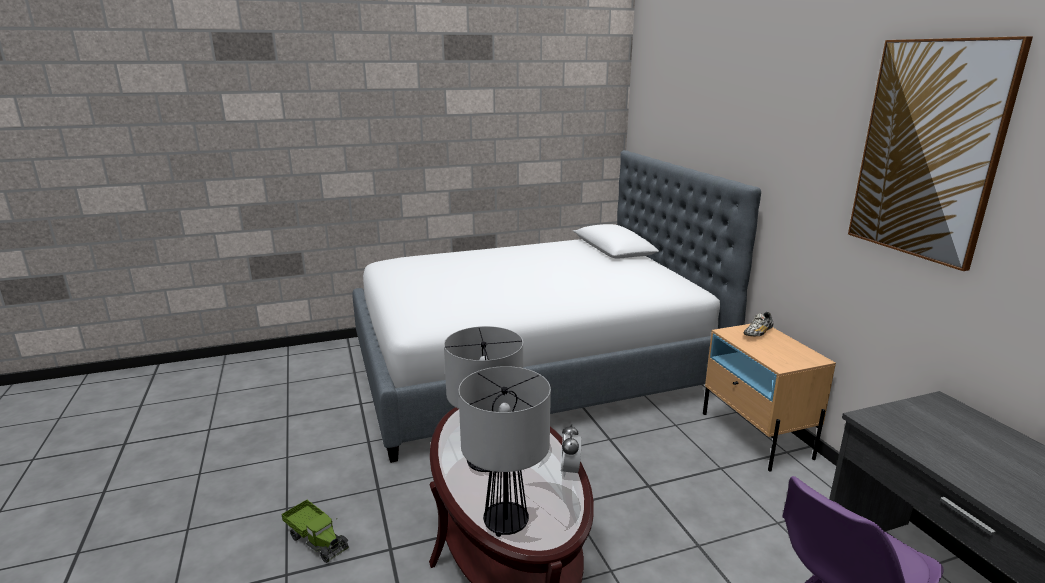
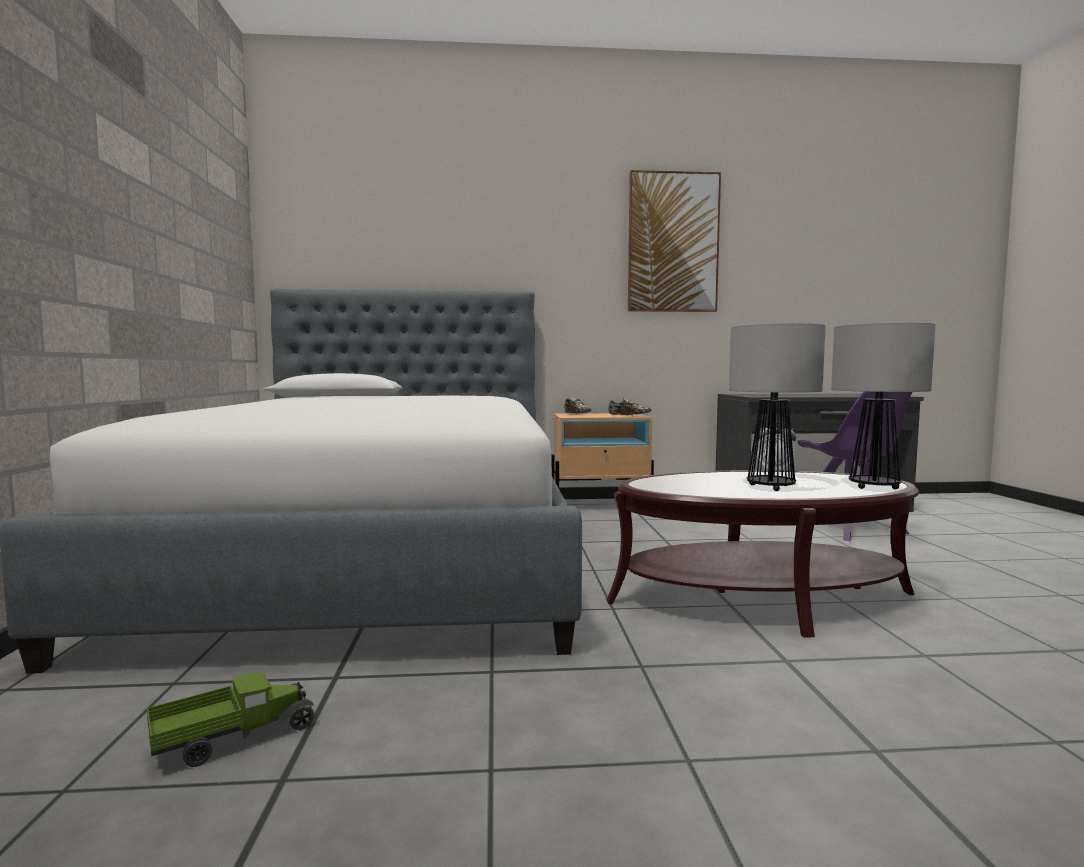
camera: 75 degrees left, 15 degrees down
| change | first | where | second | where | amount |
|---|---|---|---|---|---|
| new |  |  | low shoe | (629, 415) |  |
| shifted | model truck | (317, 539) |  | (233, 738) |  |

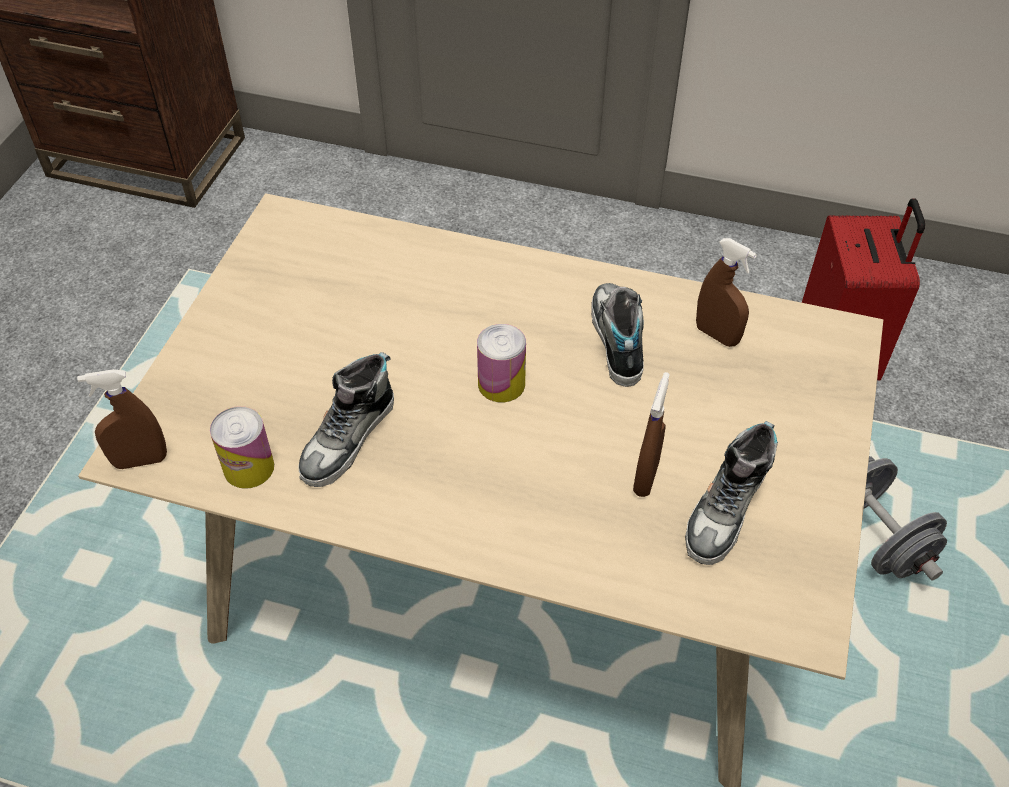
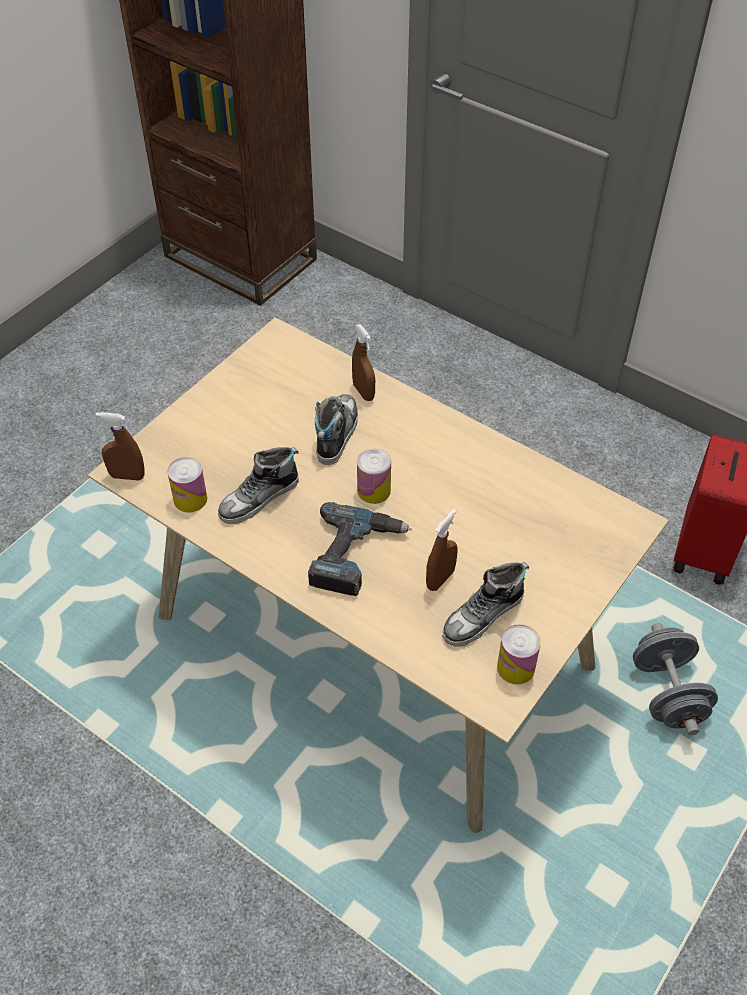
camera: 20 degrees right, 0 degrees up
| change | first | where | second | where | amount |
|---|---|---|---|---|---|
| new |  |  | drill | (355, 555) |  |
| new |  |  | can | (515, 667) |  |
| shifted | low shoe | (616, 339) |  | (336, 433) |  |
| shifted | brown hand sprayer | (716, 335) |  | (363, 392) |  |

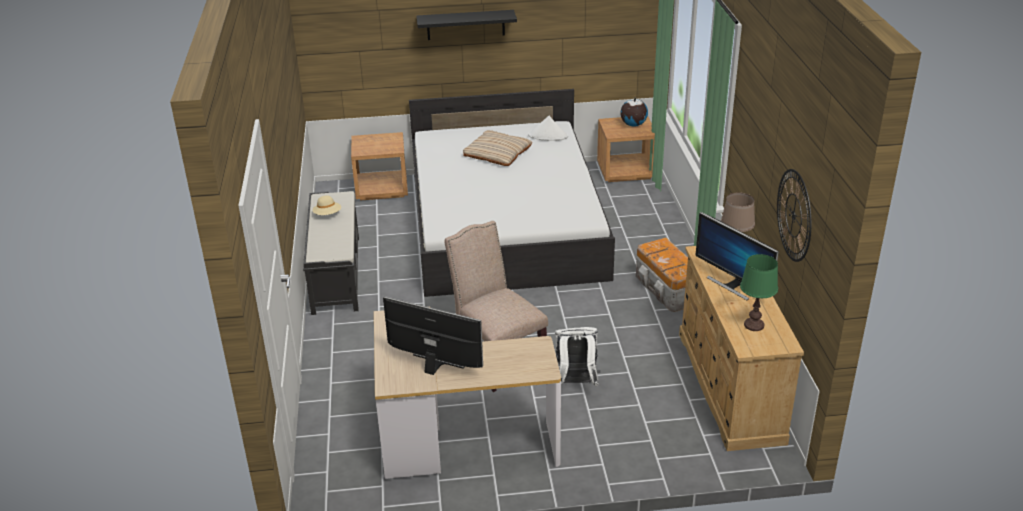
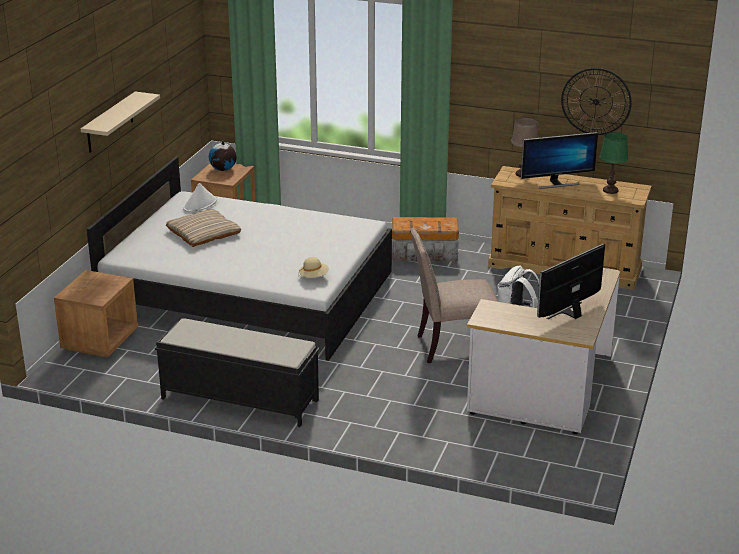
camera: 65 degrees left, 5 degrees down
| change | first | where | second | where | amount |
|---|---|---|---|---|---|
| shifted | sand-coloured clothing hat | (327, 214) |  | (314, 277) |  |
| repainted | blackish bracket shelf | (465, 25) | sand-coloured bracket shelf | (110, 123) |  |

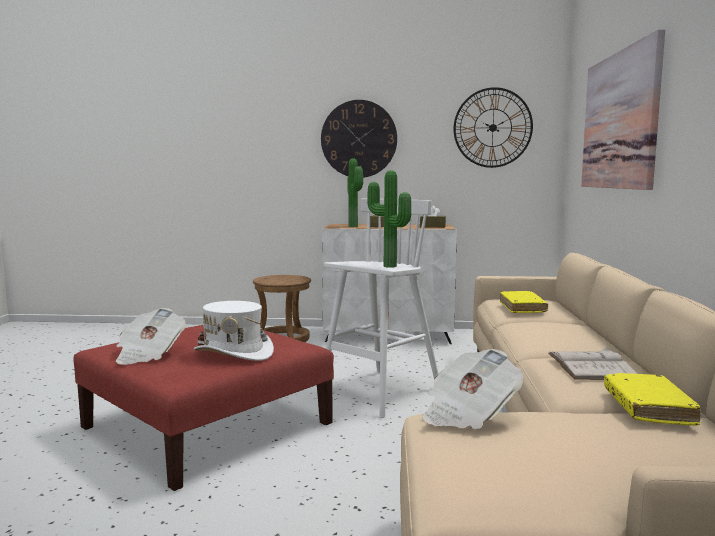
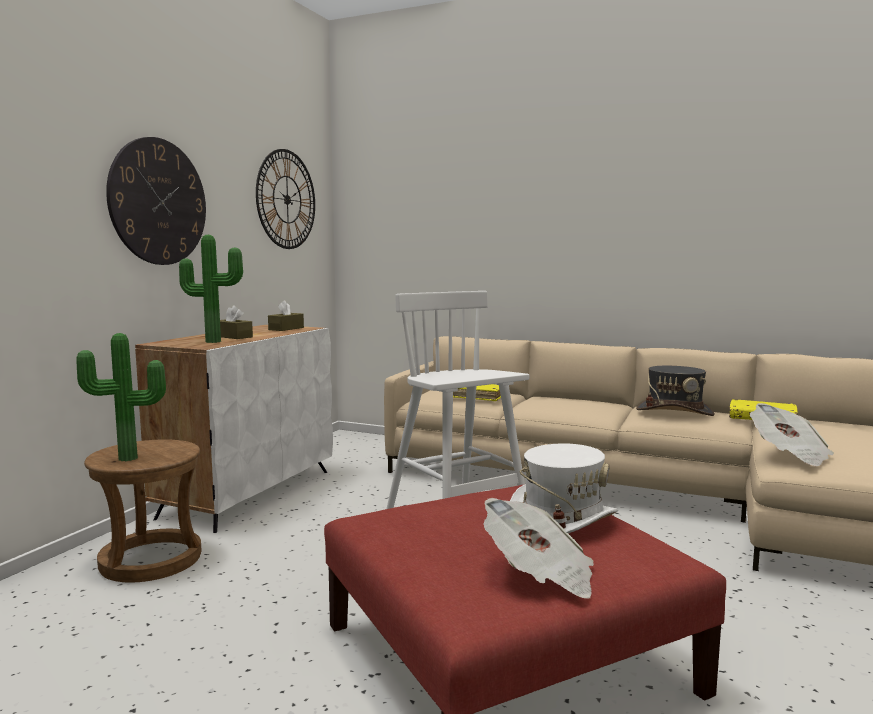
camera: 70 degrees left, 0 degrees up
| change | first | where | second | where | amount |
|---|---|---|---|---|---|
| gone | wall picture | (619, 120) |  |  |  |
| shifted | houseplant | (388, 266) |  | (128, 459) |  |
| swapped | white-coloured bound book | (591, 366) | grey clothing hat | (674, 411) |  |

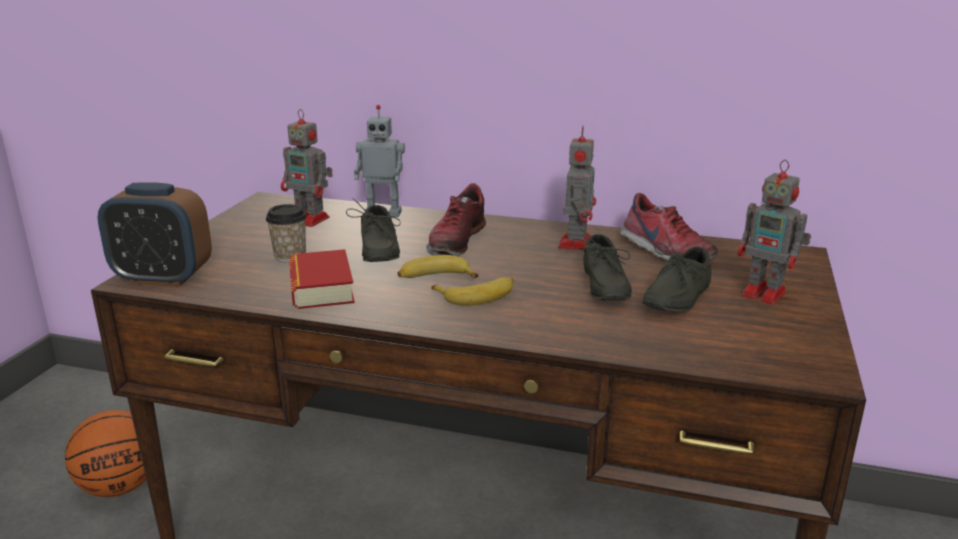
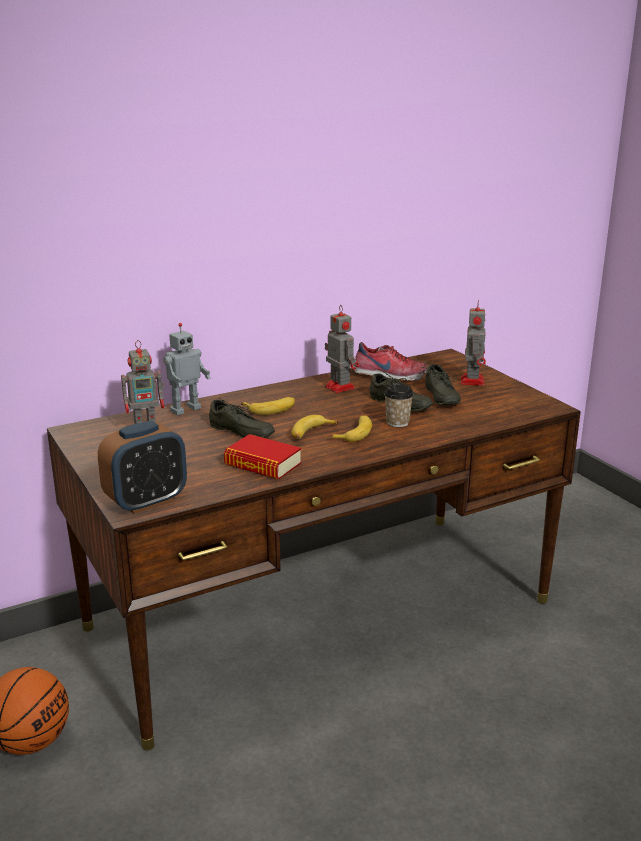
camera: 45 degrees left, 0 degrees up
| change | first | where | second | where | amount |
|---|---|---|---|---|---|
| shifted | small cup | (290, 256) |  | (397, 422) |  |
| swapped | low shoe | (456, 240) | whole banana | (271, 409) |  |
| rotated | toy robot | (766, 294) |  | (472, 381) | 75 degrees counterclockwise |

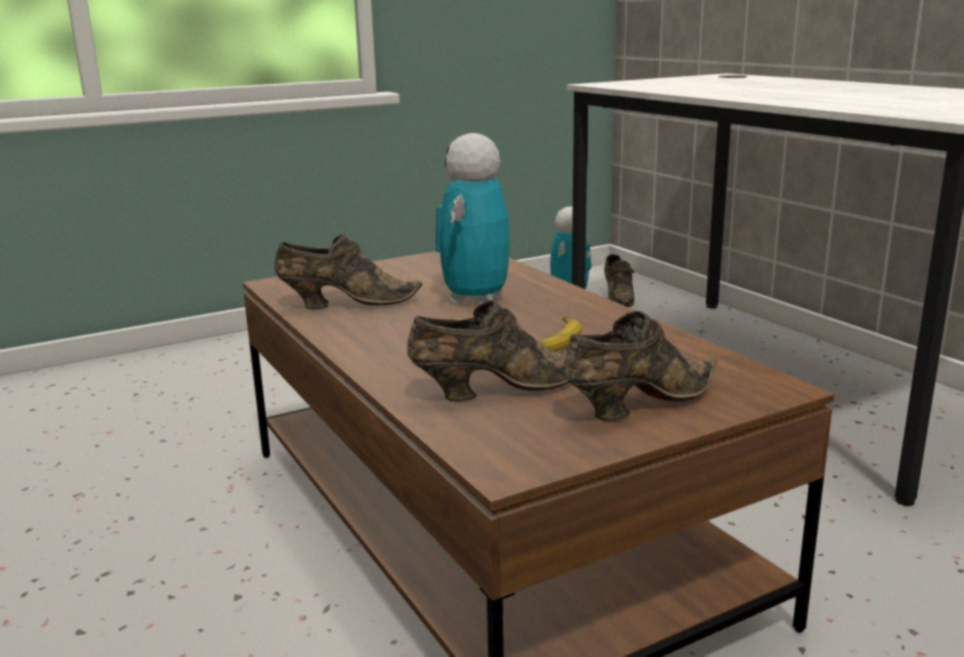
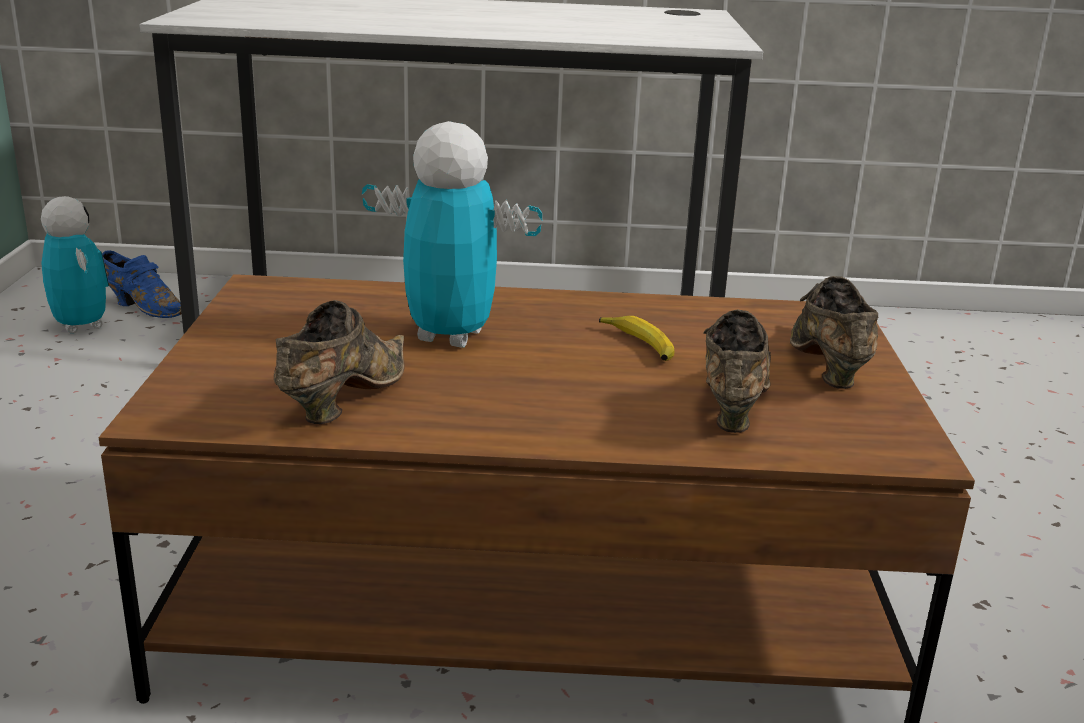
camera: 60 degrees left, 5 degrees up
| change | first | where | second | where | amount |
|---|---|---|---|---|---|
| repainted | brown low shoe | (618, 298) | bluish low shoe | (143, 307) |  |
| rotated | toy robot | (475, 300) |  | (449, 336) | 150 degrees clockwise |

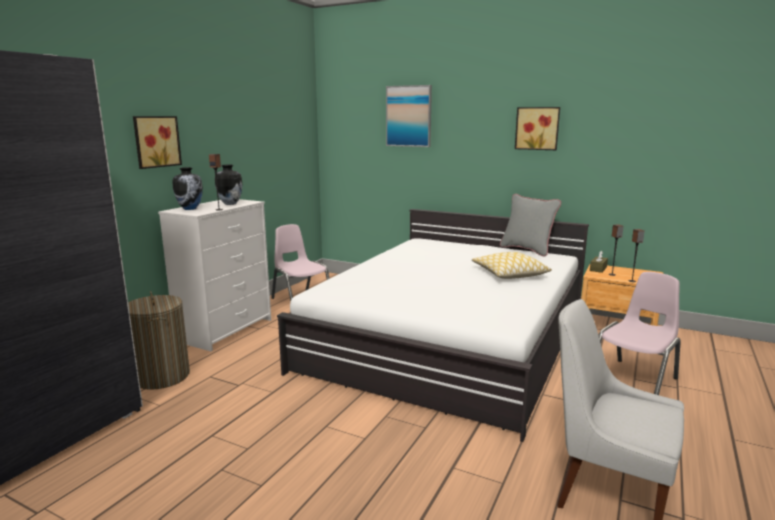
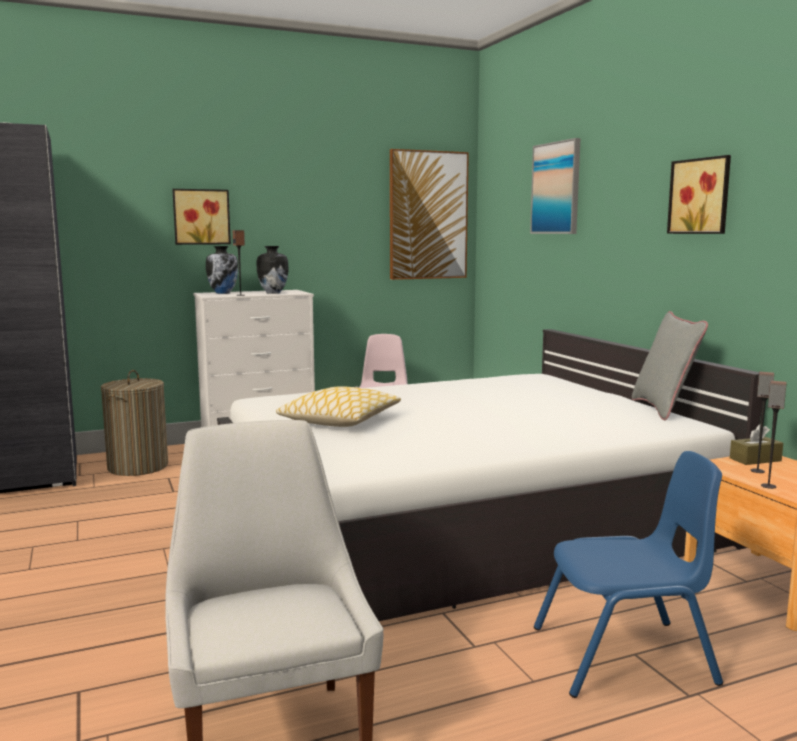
camera: 40 degrees right, 5 degrees down
| change | first | where | second | where | amount |
|---|---|---|---|---|---|
| new |  |  | wall picture | (428, 215) |  |
| shifted | pillow | (509, 274) |  | (340, 421) |  |
| repainted | pinkish plain chair | (634, 382) | bluish plain chair | (624, 657) |  |

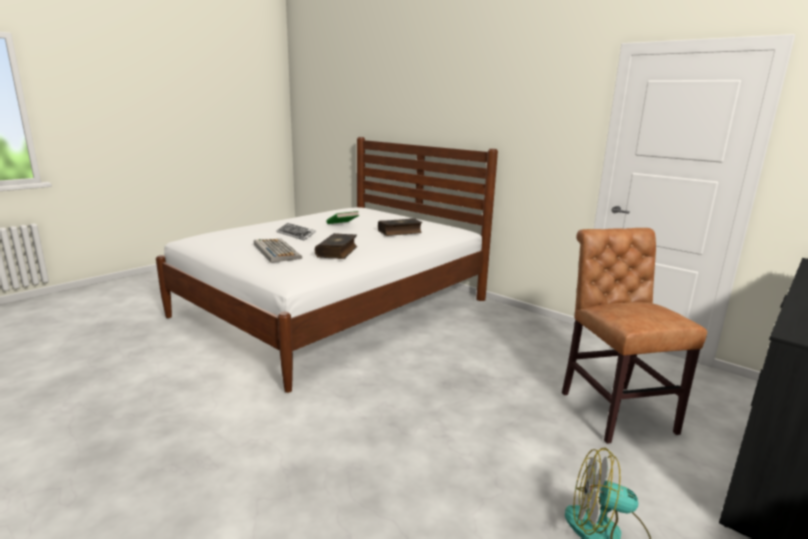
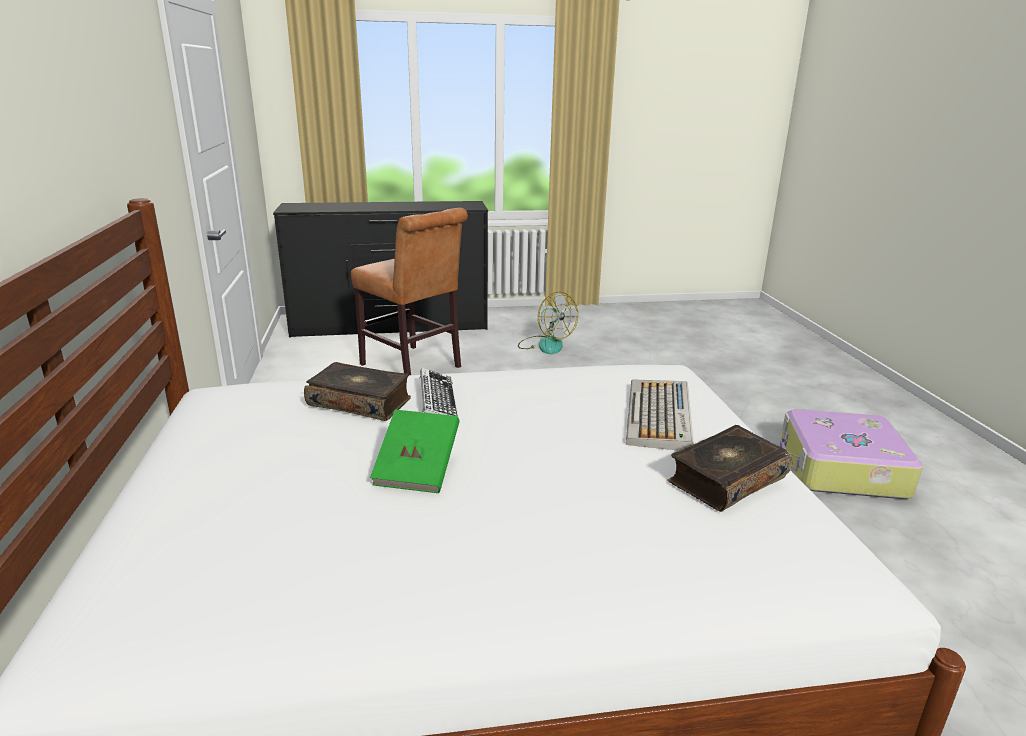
camera: 140 degrees left, 5 degrees up
| change | first | where | second | where | amount |
|---|---|---|---|---|---|
| new |  |  | suitcase | (840, 469) |  |
| shifted | computer keyboard | (296, 234) |  | (438, 400) |  |
| shifted | bound book | (337, 252) |  | (725, 479) |  |
| rotated | brown plain chair | (613, 409) |  | (414, 367) | 75 degrees counterclockwise |

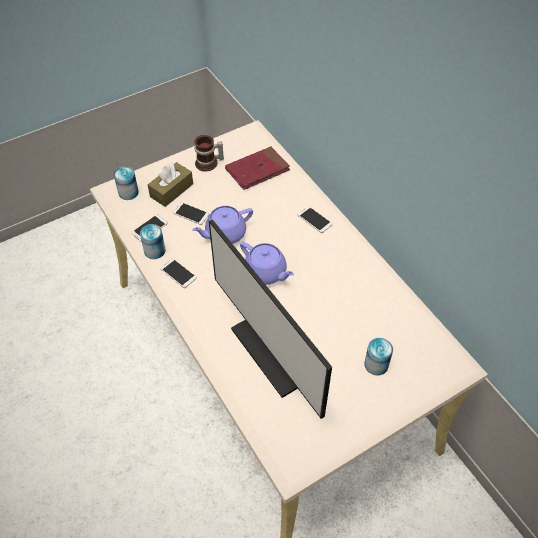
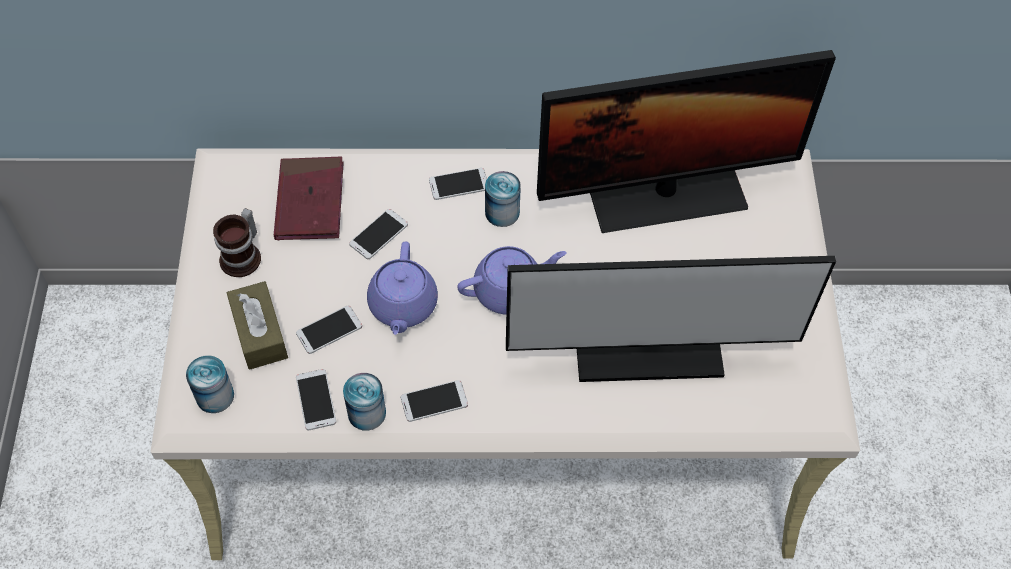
camera: 60 degrees left, 5 degrees up
| change | first | where | second | where | amount |
|---|---|---|---|---|---|
| new |  |  | phone | (379, 234) |  |
| new |  |  | monitor | (666, 194) |  |
| shifted | can | (376, 364) |  | (502, 212) |  |

